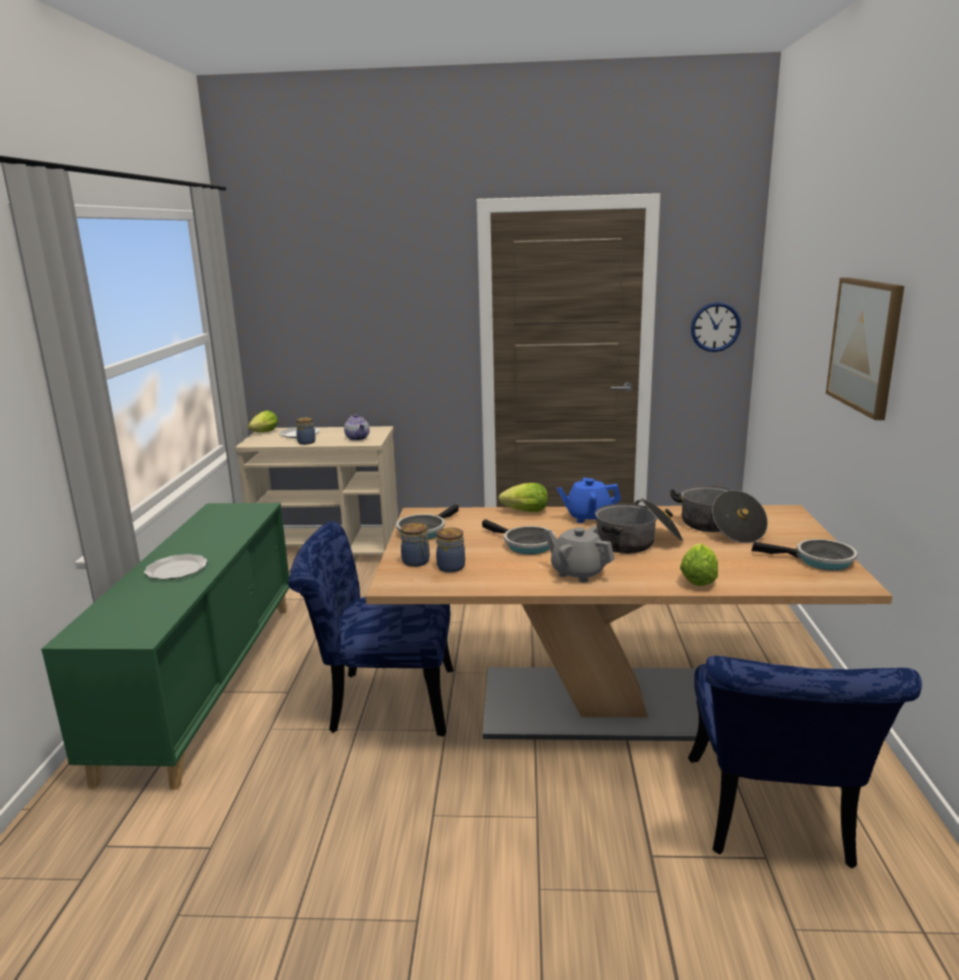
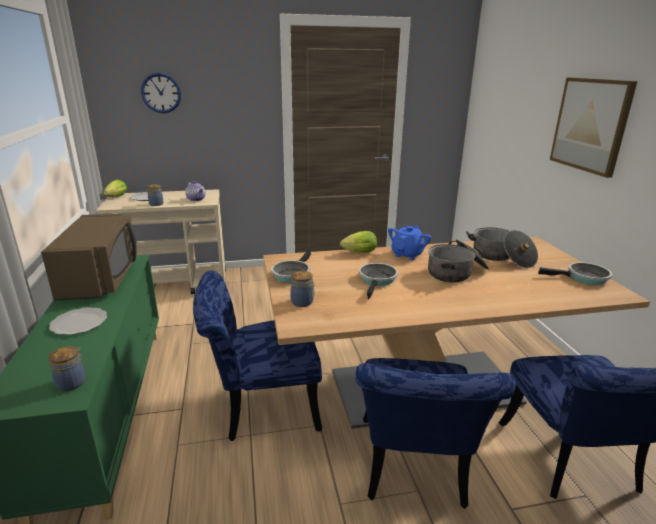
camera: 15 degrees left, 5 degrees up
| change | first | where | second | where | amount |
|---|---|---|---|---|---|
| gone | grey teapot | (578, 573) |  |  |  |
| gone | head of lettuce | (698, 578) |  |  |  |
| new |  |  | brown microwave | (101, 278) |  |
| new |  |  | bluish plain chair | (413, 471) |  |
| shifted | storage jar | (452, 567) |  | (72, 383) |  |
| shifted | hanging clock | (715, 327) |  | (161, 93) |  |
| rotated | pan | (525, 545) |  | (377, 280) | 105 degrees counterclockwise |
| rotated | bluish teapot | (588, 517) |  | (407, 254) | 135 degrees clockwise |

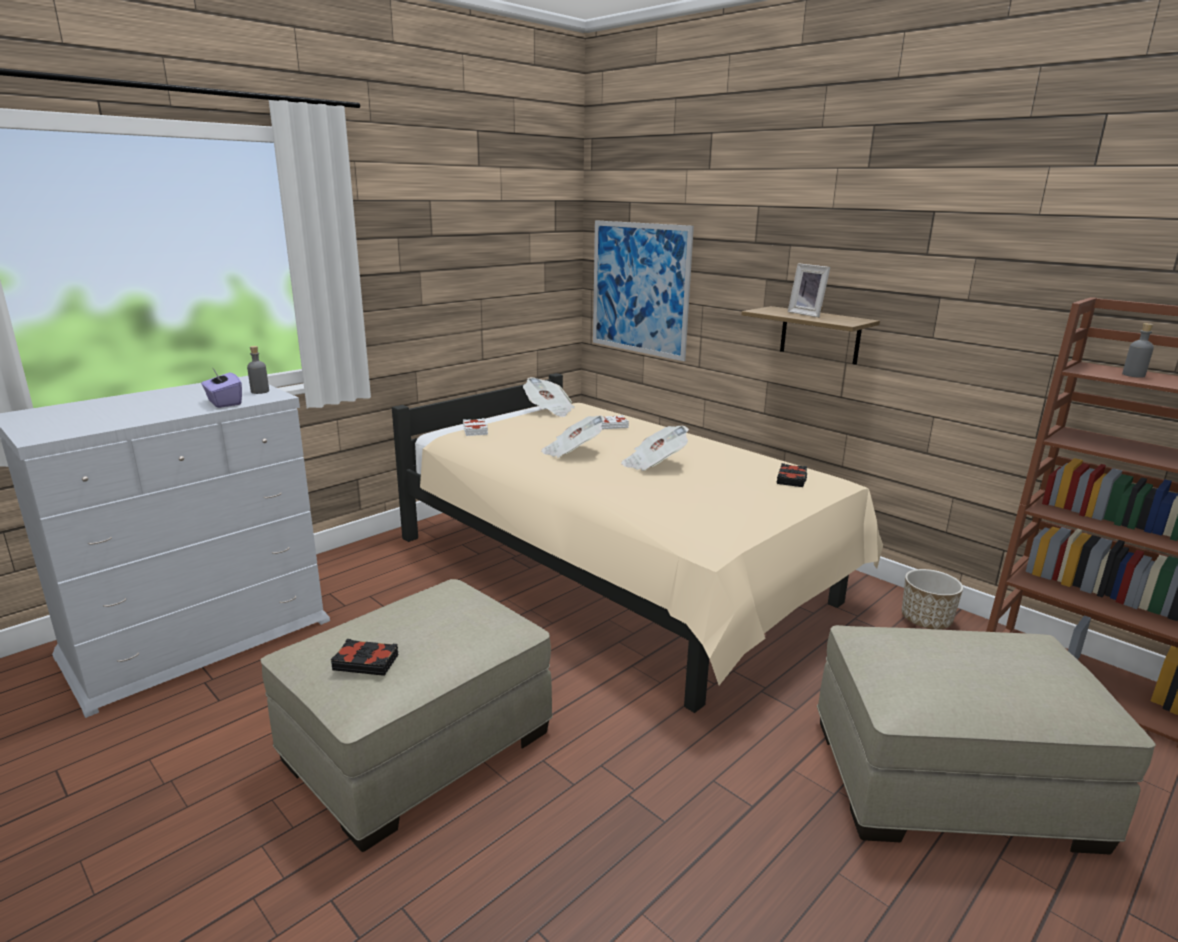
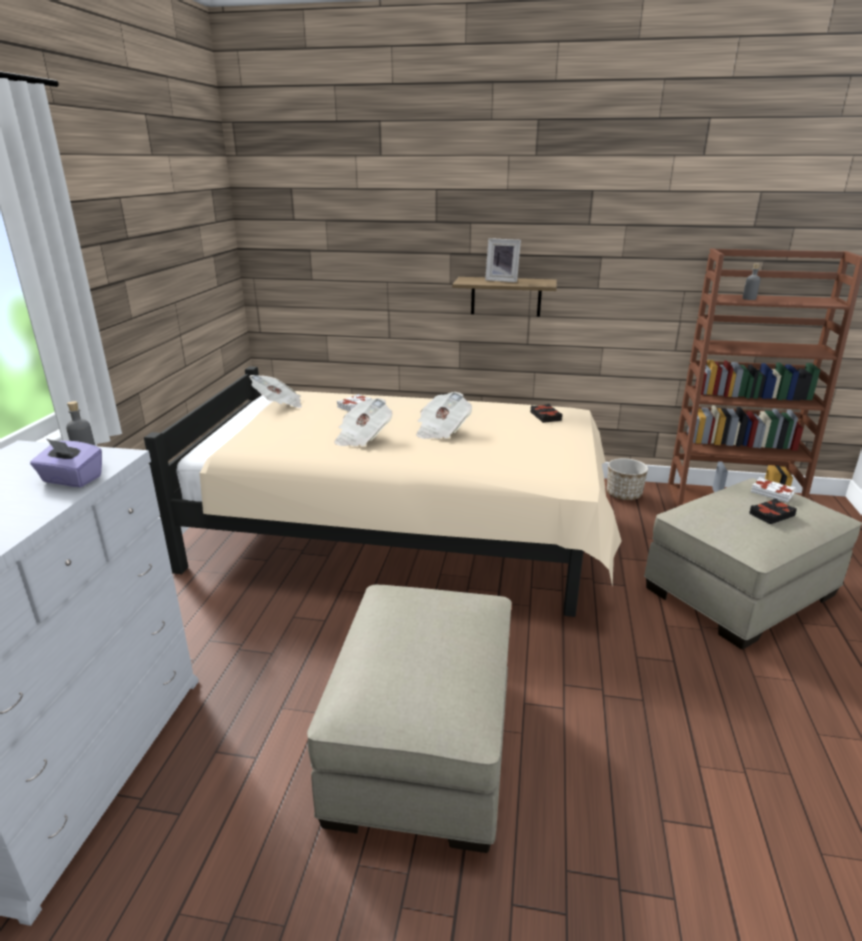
camera: 35 degrees left, 5 degrees up
| change | first | where | second | where | amount |
|---|---|---|---|---|---|
| gone | wall picture | (639, 288) |  |  |  |
| shifted | blackish bound book | (366, 662) |  | (771, 514) |  |
| shifted | white-coloured bound book | (475, 430) |  | (772, 493) |  |

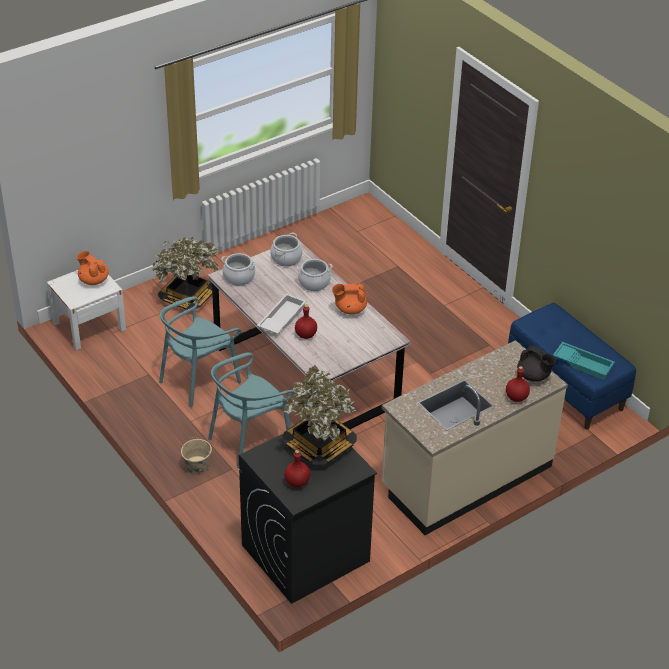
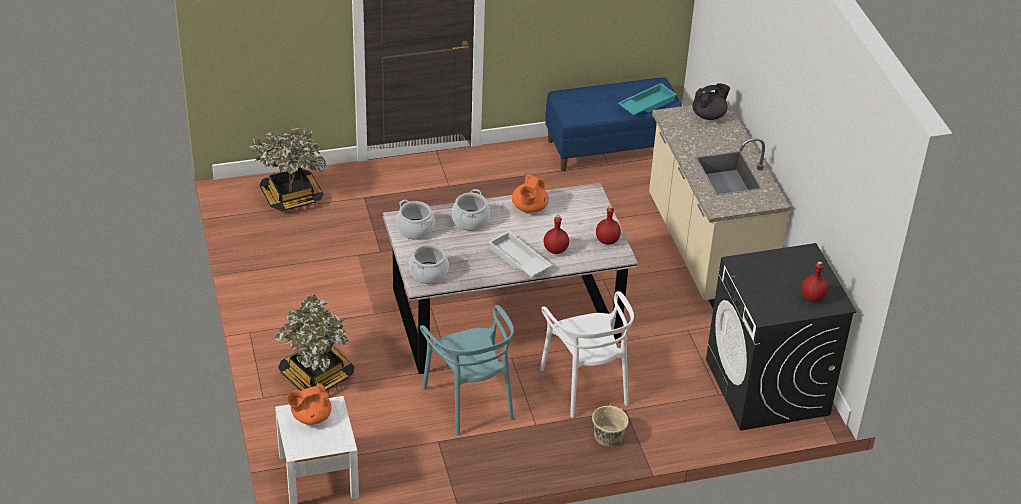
camera: 70 degrees left, 0 degrees up
| change | first | where | second | where | amount |
|---|---|---|---|---|---|
| shifted | houseplant | (318, 445) |  | (291, 197) |  |
| shifted | red-coloured drink bottle | (516, 397) |  | (607, 240) |  |
| repainted | blue-green plain chair | (249, 439) | white-coloured plain chair | (586, 385) |  |

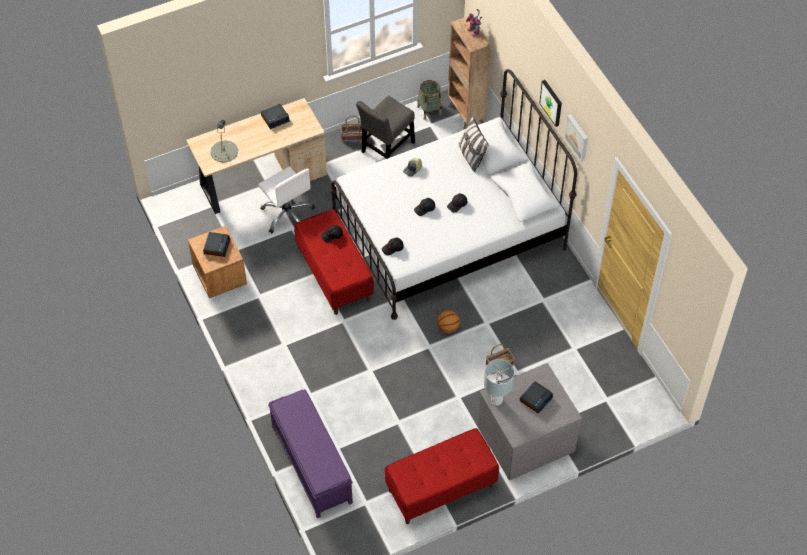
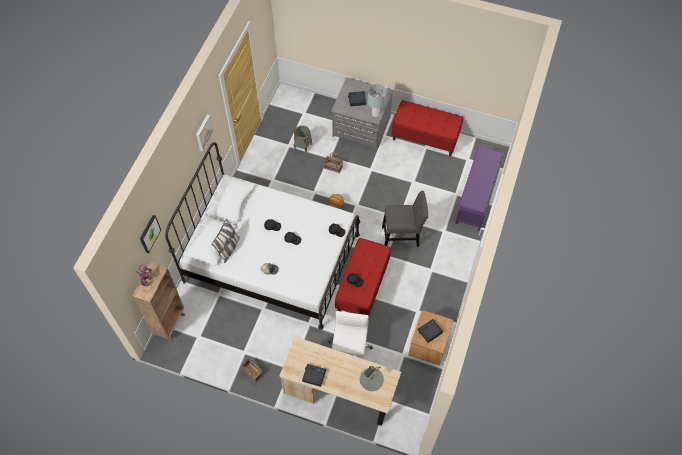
camera: 135 degrees left, 5 degrees up
| change | first | where | second | where | amount |
|---|---|---|---|---|---|
| shifted | grey plain chair | (386, 149) |  | (402, 235) |  |
| shifted | household basket | (429, 110) |  | (303, 146) |  |
| shifted | wall picture | (552, 102) |  | (149, 233) |  |

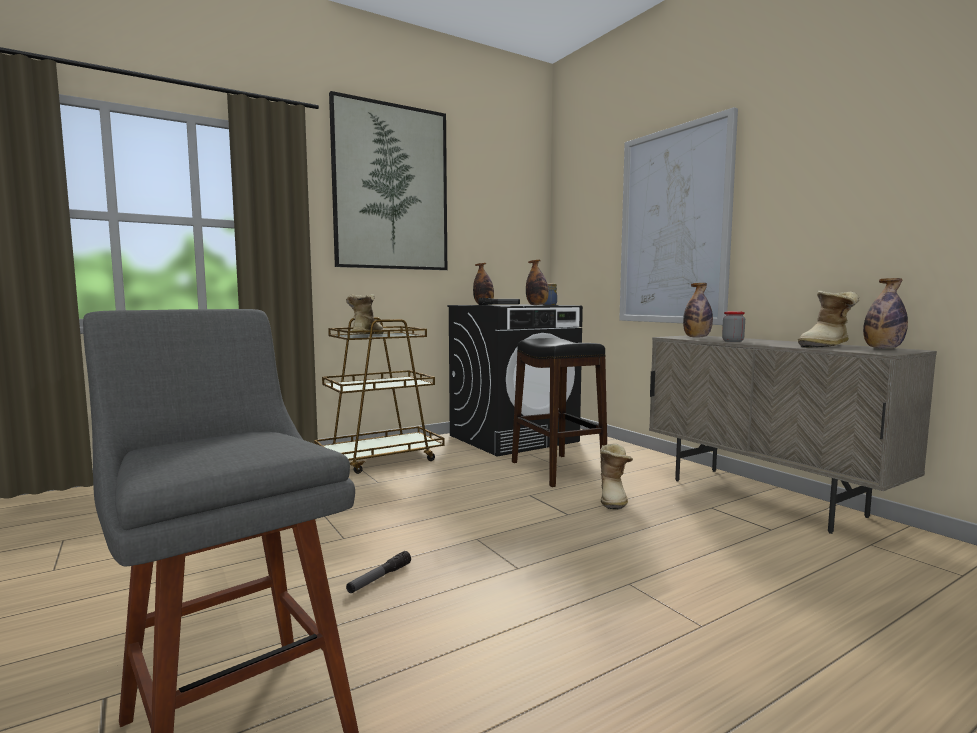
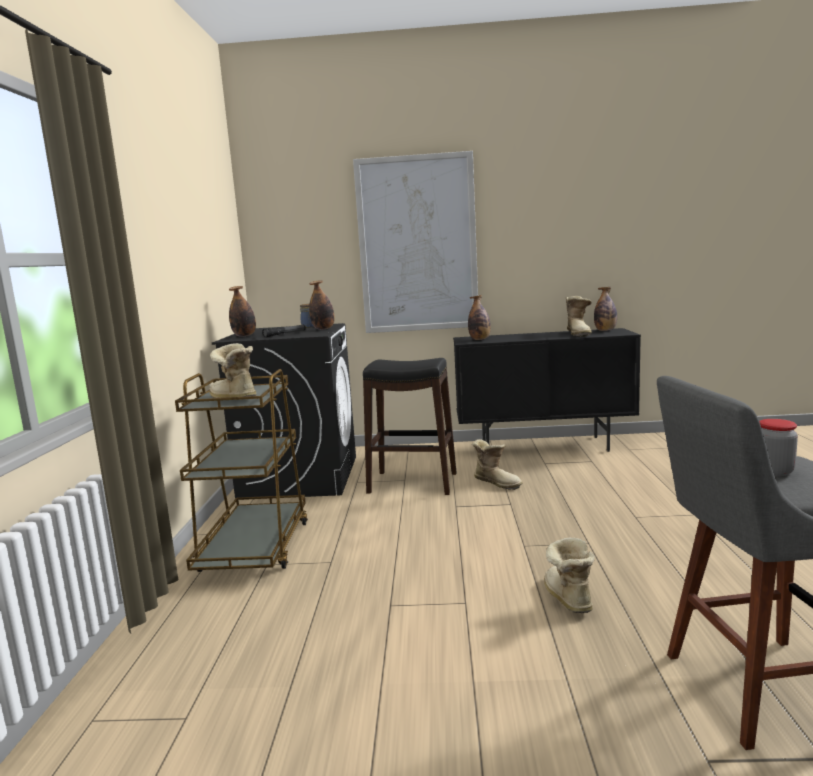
camera: 55 degrees left, 5 degrees up
| change | first | where | second | where | amount |
|---|---|---|---|---|---|
| gone | wall picture | (391, 188) |  |  |  |
| shifted | storage jar | (732, 341) |  | (774, 471) |  |
| swapped | hand torch | (379, 578) | tall boot | (566, 598) |  |
| repainted | sand-coloured cabinet | (764, 497) | blackish cabinet | (544, 446) |  |

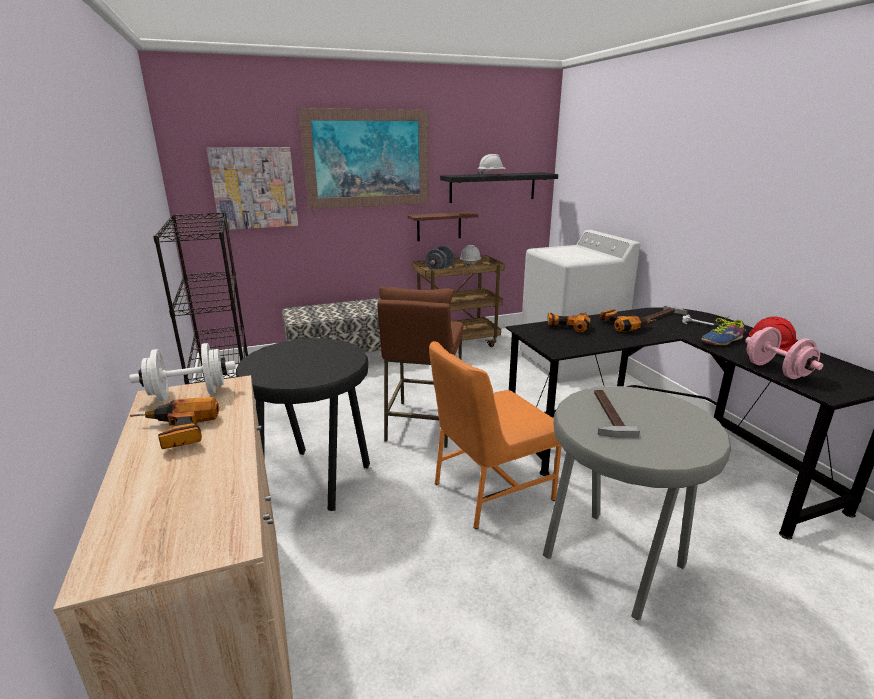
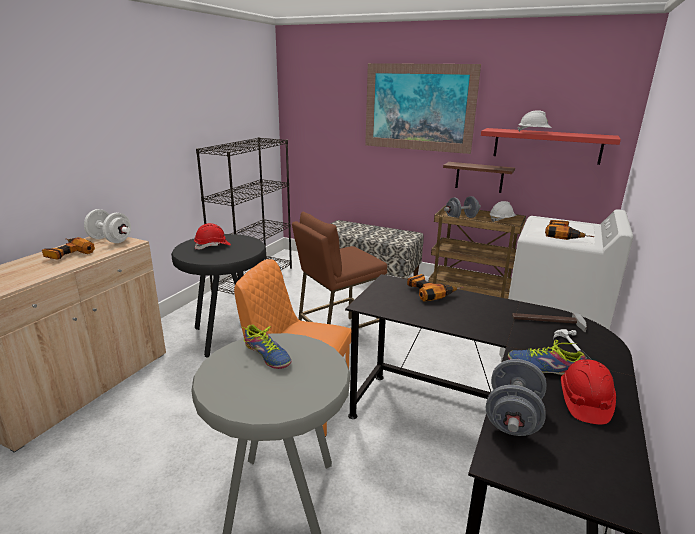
camera: 45 degrees right, 0 degrees up
| change | first | where | second | where | amount |
|---|---|---|---|---|---|
| gone | wall picture | (254, 188) |  |  |  |
| new |  |  | red-coloured hard hat | (213, 246) |  |
| shifted | drill | (623, 325) |  | (564, 235) |  |
| swapped | hammer | (605, 414) | low shoe | (267, 355) |  |
| repainted | blackish bracket shelf | (492, 187) | red-coloured bracket shelf | (546, 146) |  |
| repainted | pinkish free weight | (776, 371) | grey free weight | (512, 417) |  |

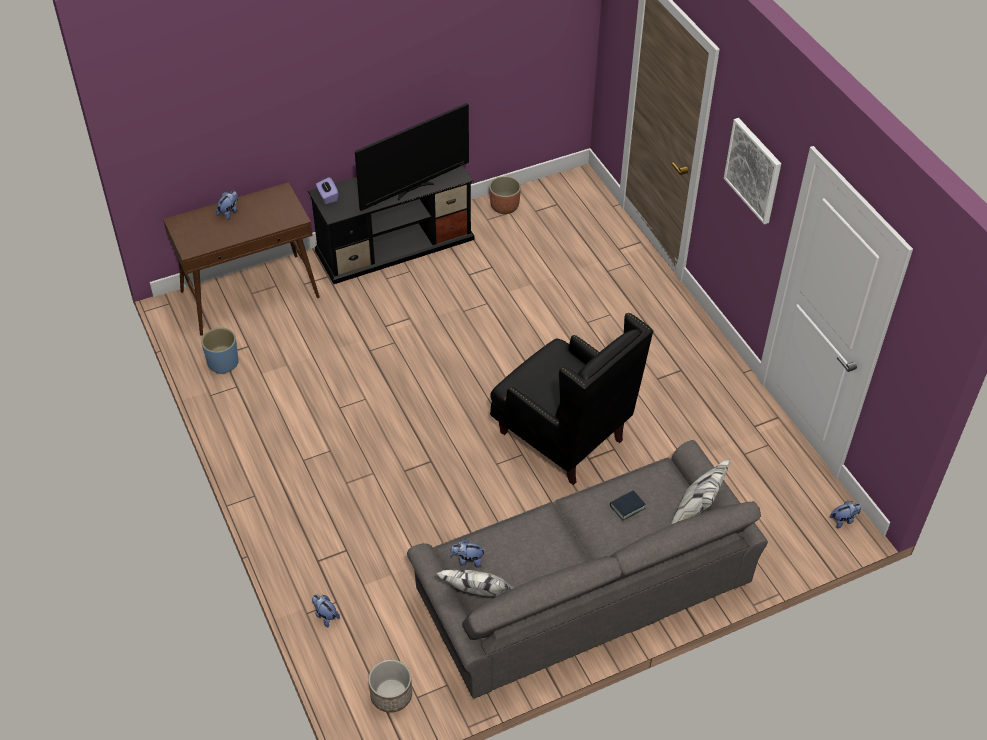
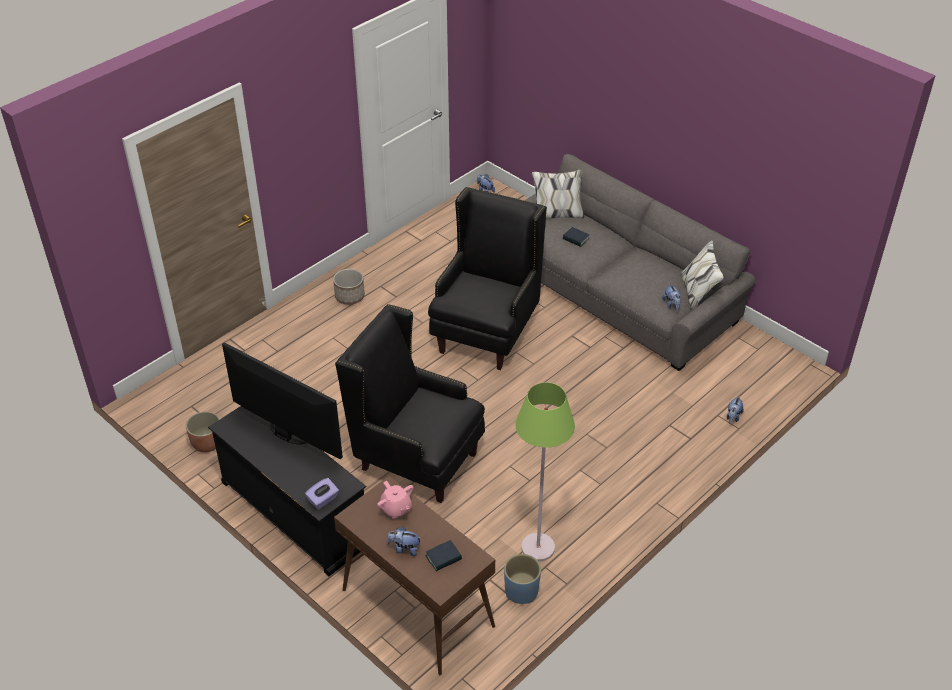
camera: 110 degrees left, 5 degrees down
| change | first | where | second | where | amount |
|---|---|---|---|---|---|
| gone | wall picture | (753, 170) |  |  |  |
| new |  |  | blackish armchair | (417, 461) |  |
| new |  |  | pinkish teapot | (396, 509) |  |
| new |  |  | bound book | (443, 558) |  |
| new |  |  | green-coloured standing lamp | (538, 548) |  |
| shifted | flower pot | (391, 695) |  | (349, 296) |  |

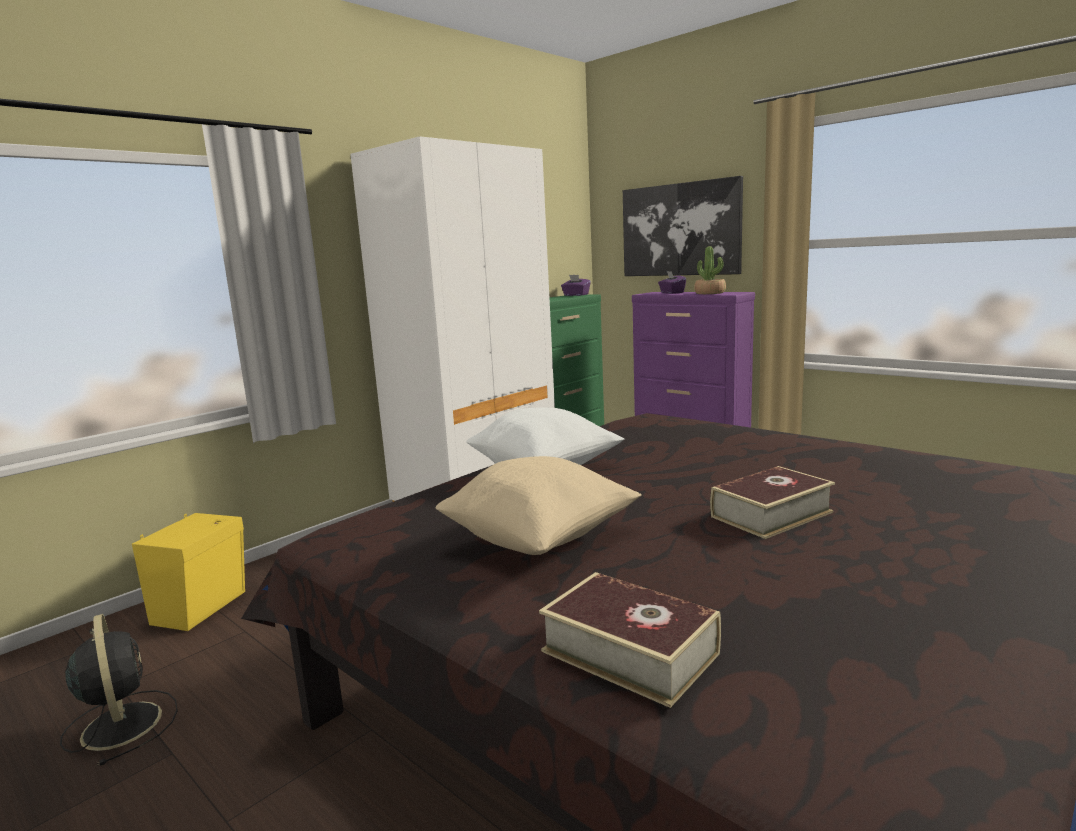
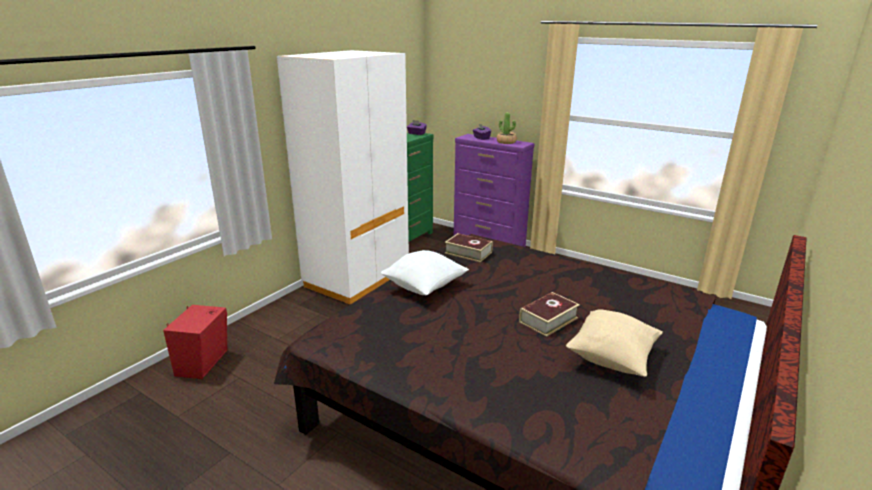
camera: 10 degrees left, 10 degrees up
| change | first | where | second | where | amount |
|---|---|---|---|---|---|
| gone | blackish cooling fan | (121, 723) |  |  |  |
| gone | wall picture | (680, 229) |  |  |  |
| shifted | sand-coloured pillow | (540, 541) |  | (612, 358) |  |
| shifted | bound book | (629, 652) |  | (468, 252) |  |
| repainted | yellow-coloured audio speaker | (204, 607) | red-coloured audio speaker | (205, 362) |  |

